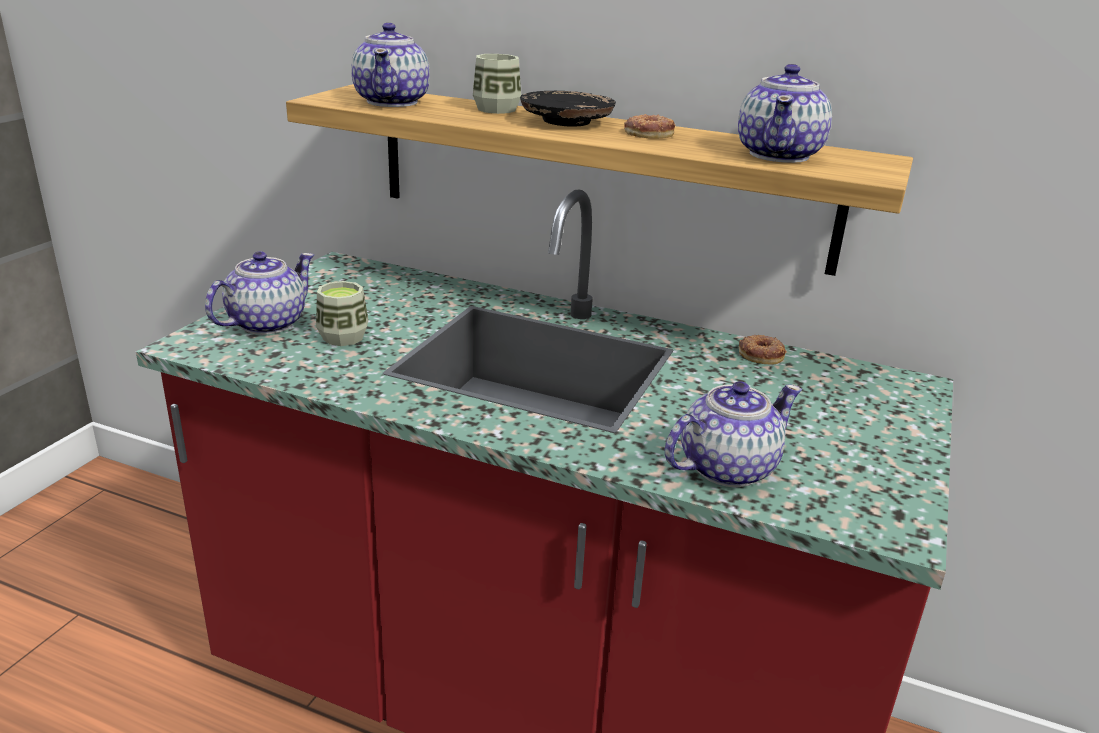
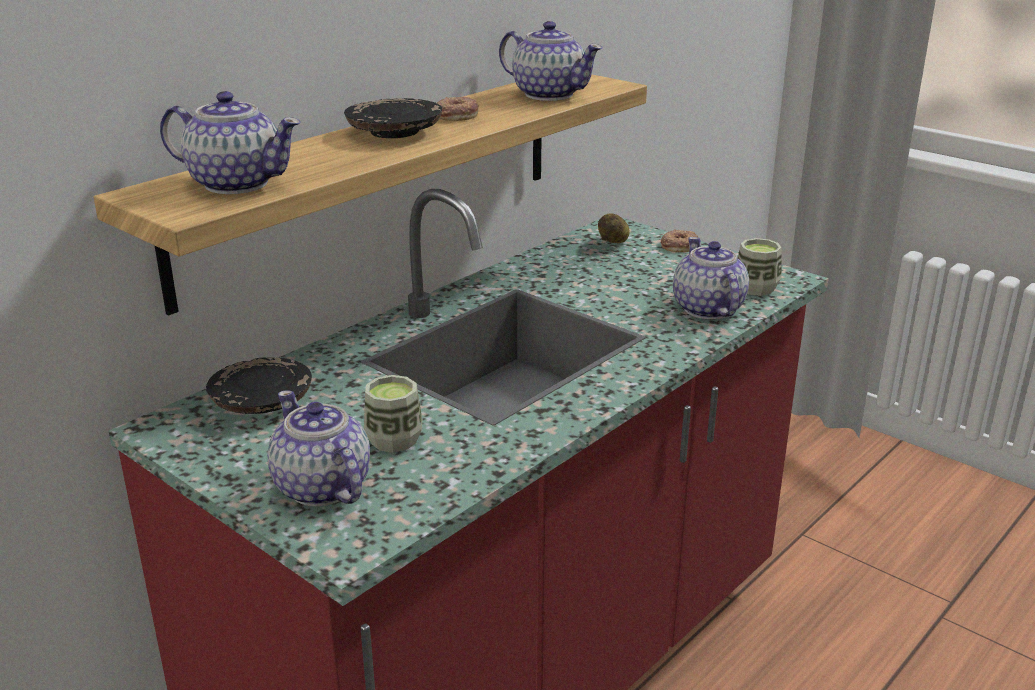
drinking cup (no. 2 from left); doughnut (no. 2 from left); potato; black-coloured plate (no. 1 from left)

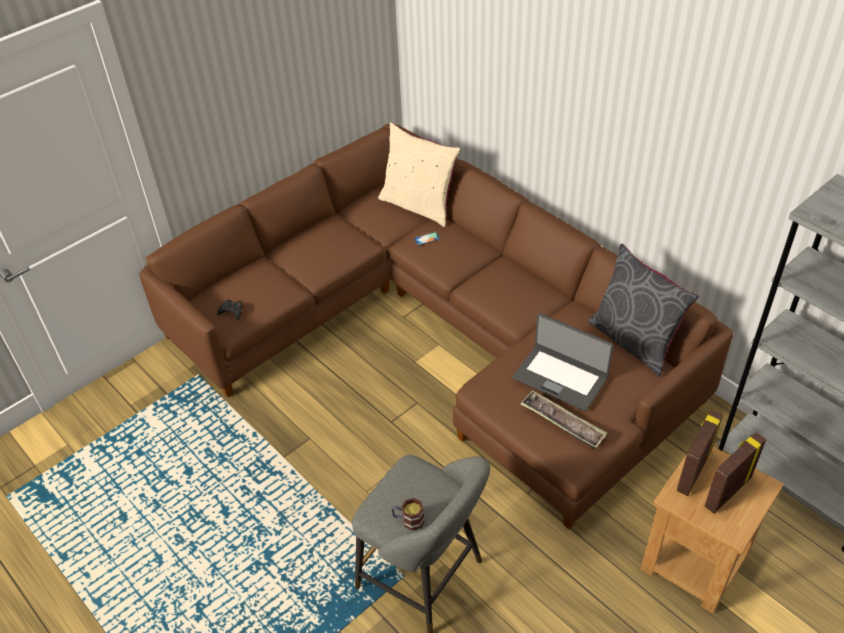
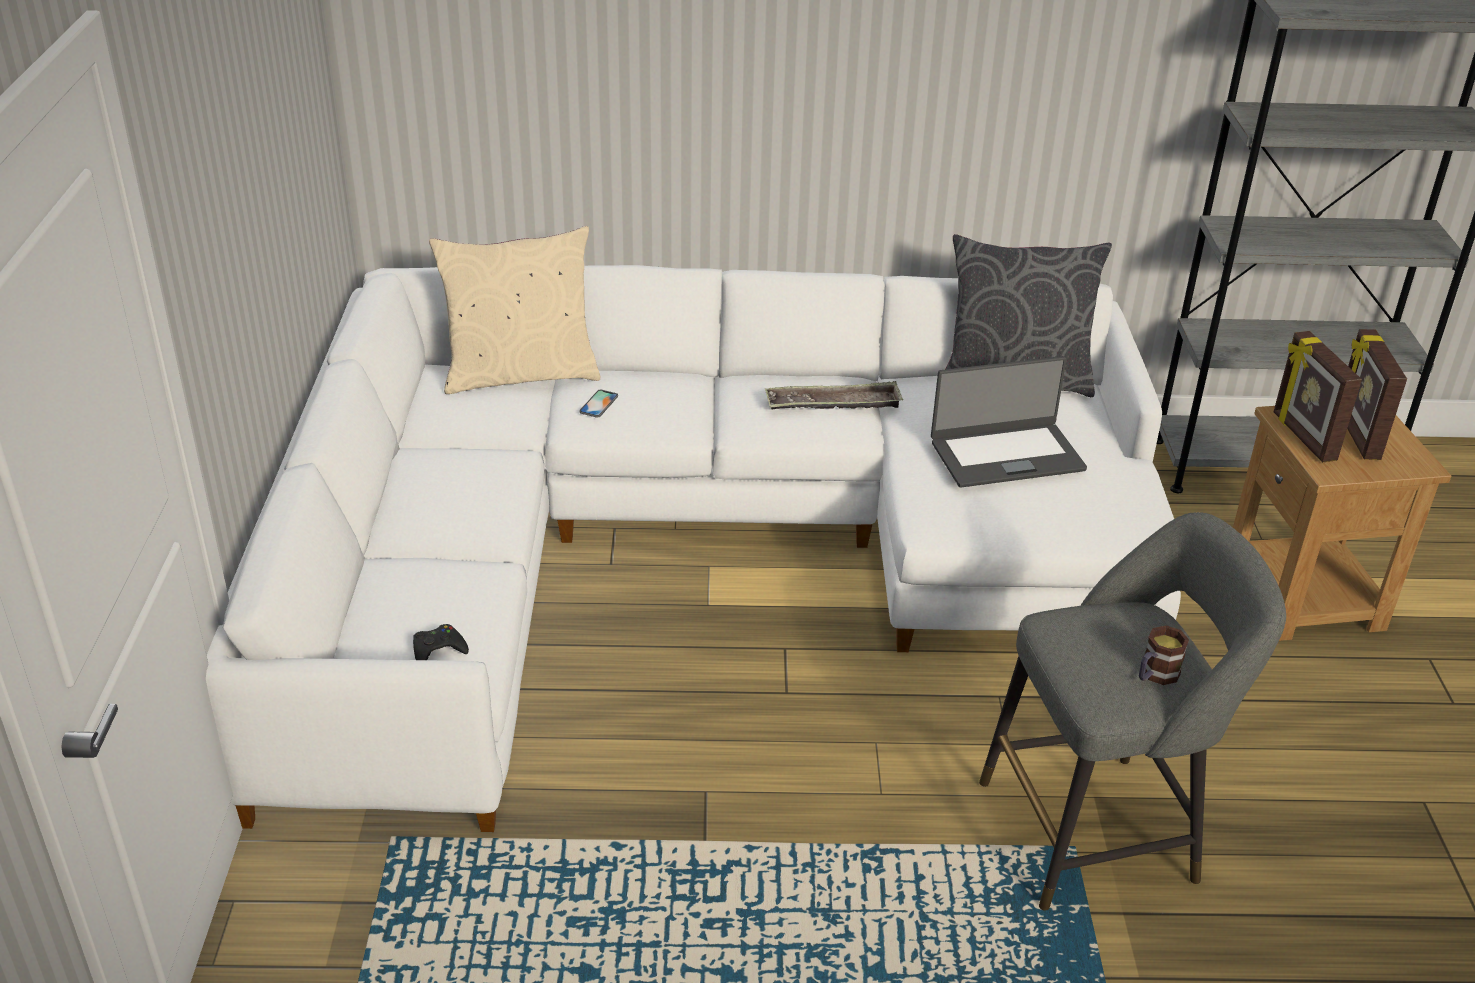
white settee; tray

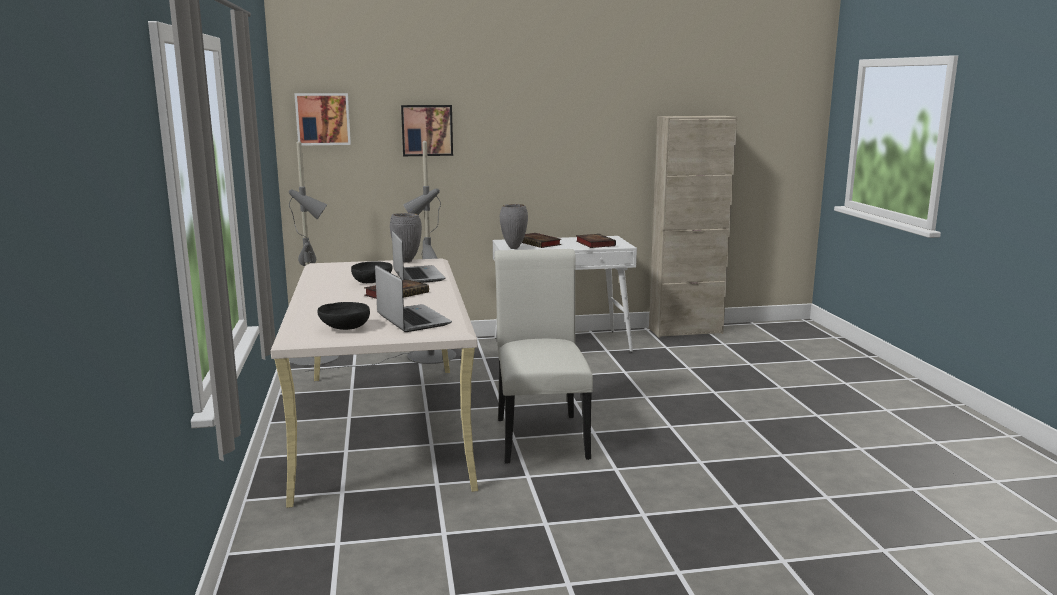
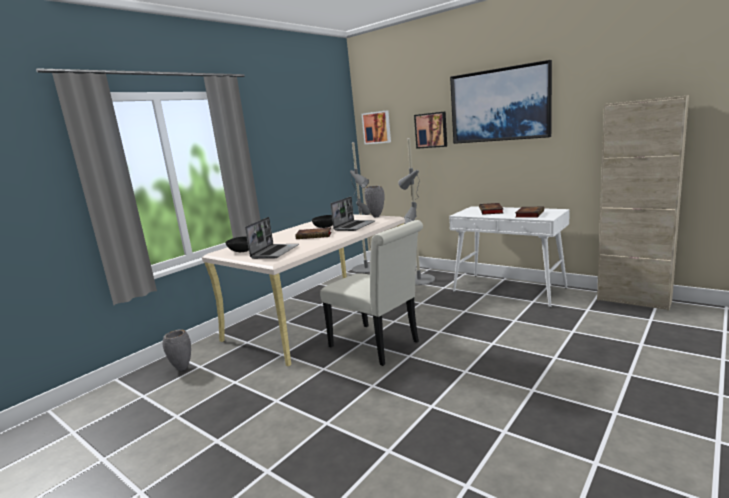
gray decorative vase (no. 1 from left); white chair; wall art (no. 3 from left)

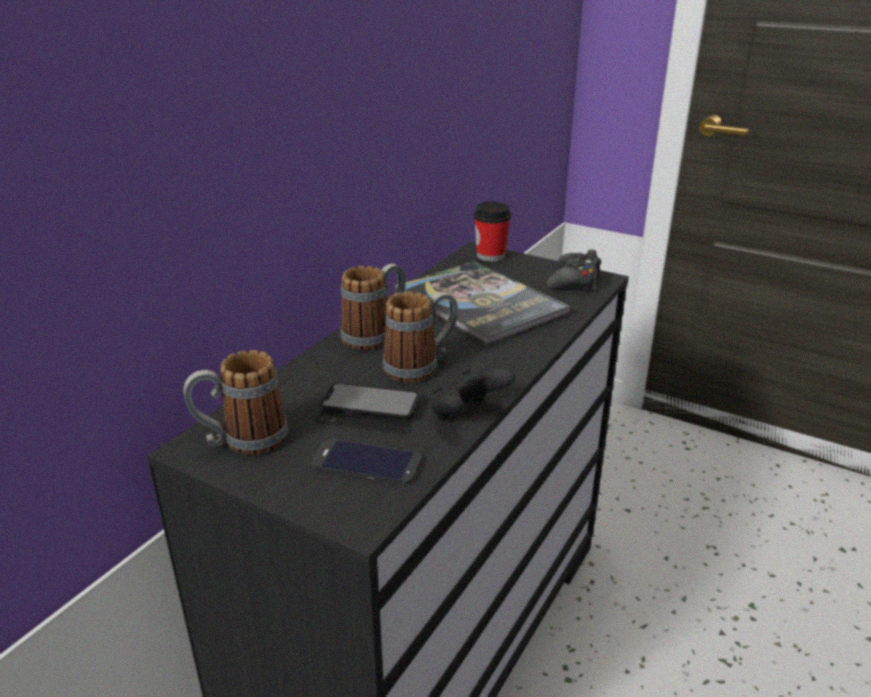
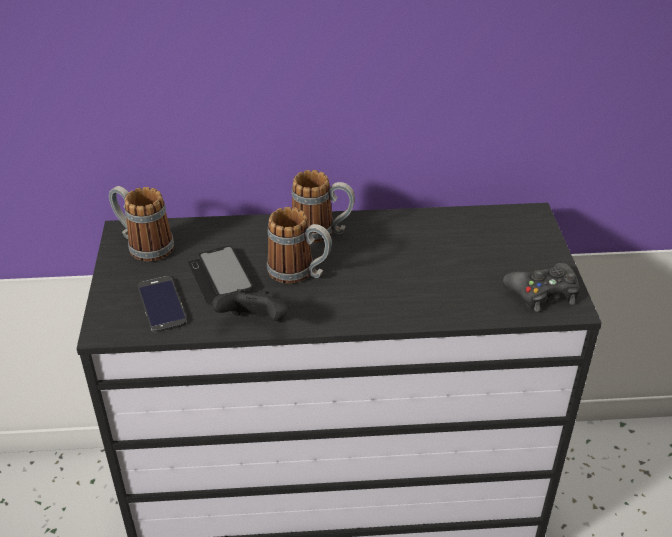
drinking cup; bound book

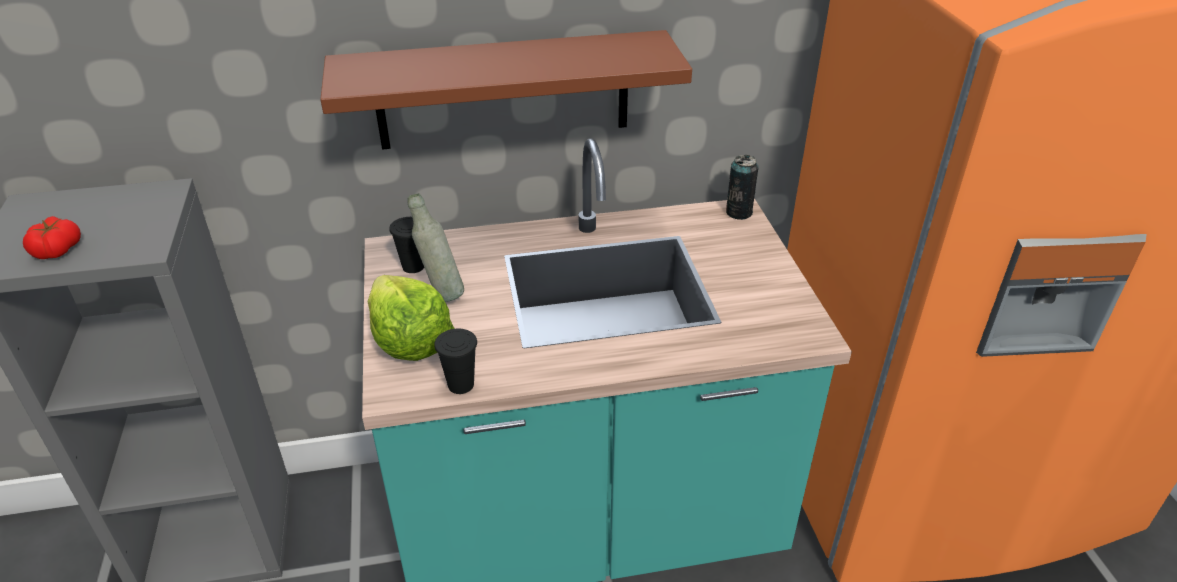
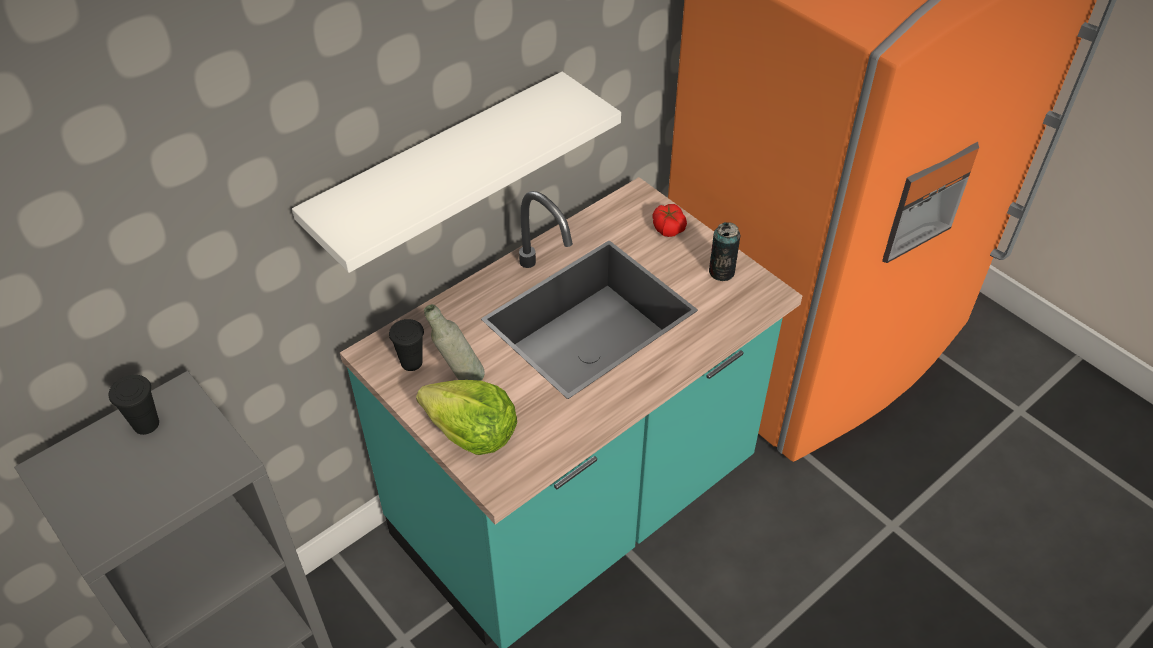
white bracket shelf; can; whole tomato; black-coloured drinking cup (no. 1 from left)

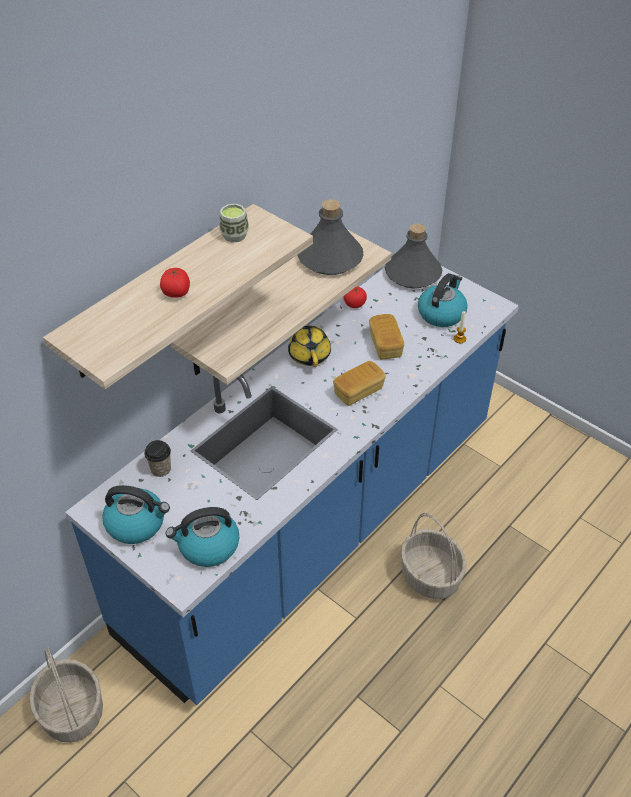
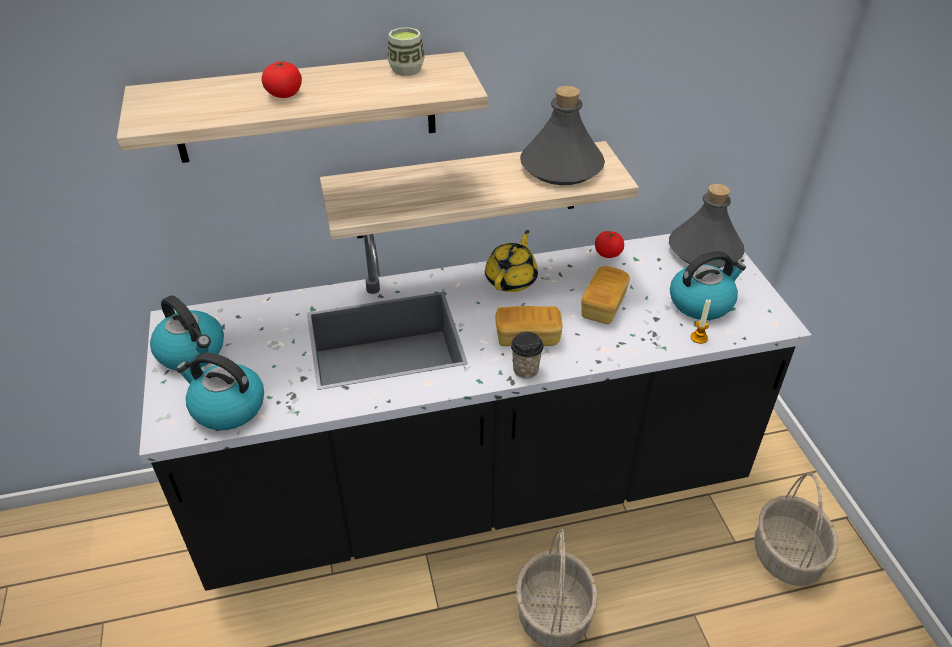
black-coloured counter; drinking cup (no. 2 from left); storage basket (no. 2 from left)

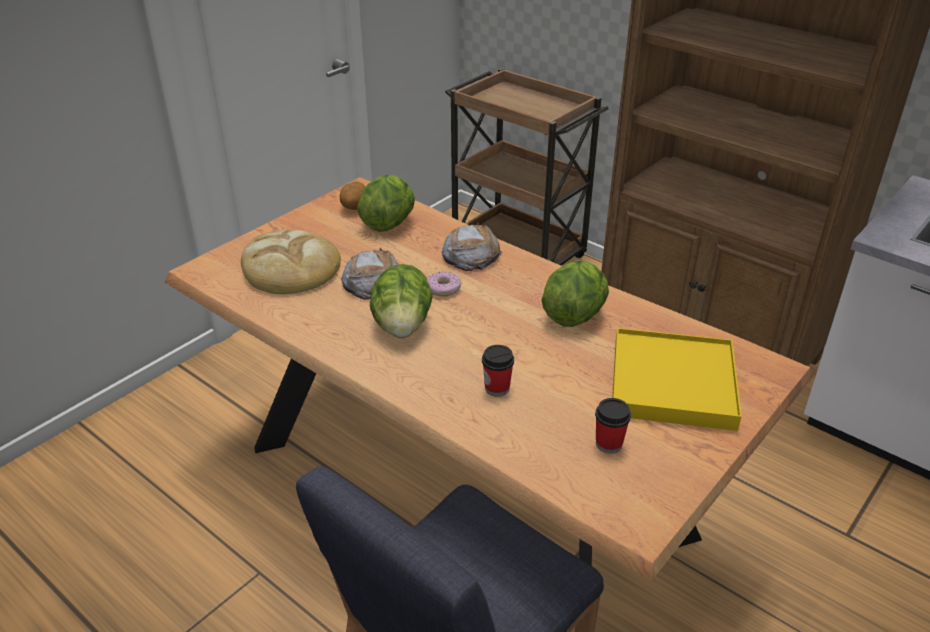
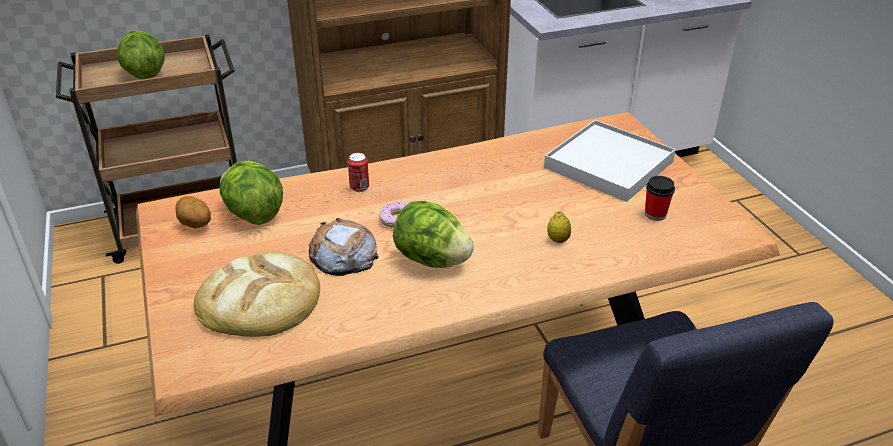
can; lettuce head (no. 1 from left); white tray; citrus fruit

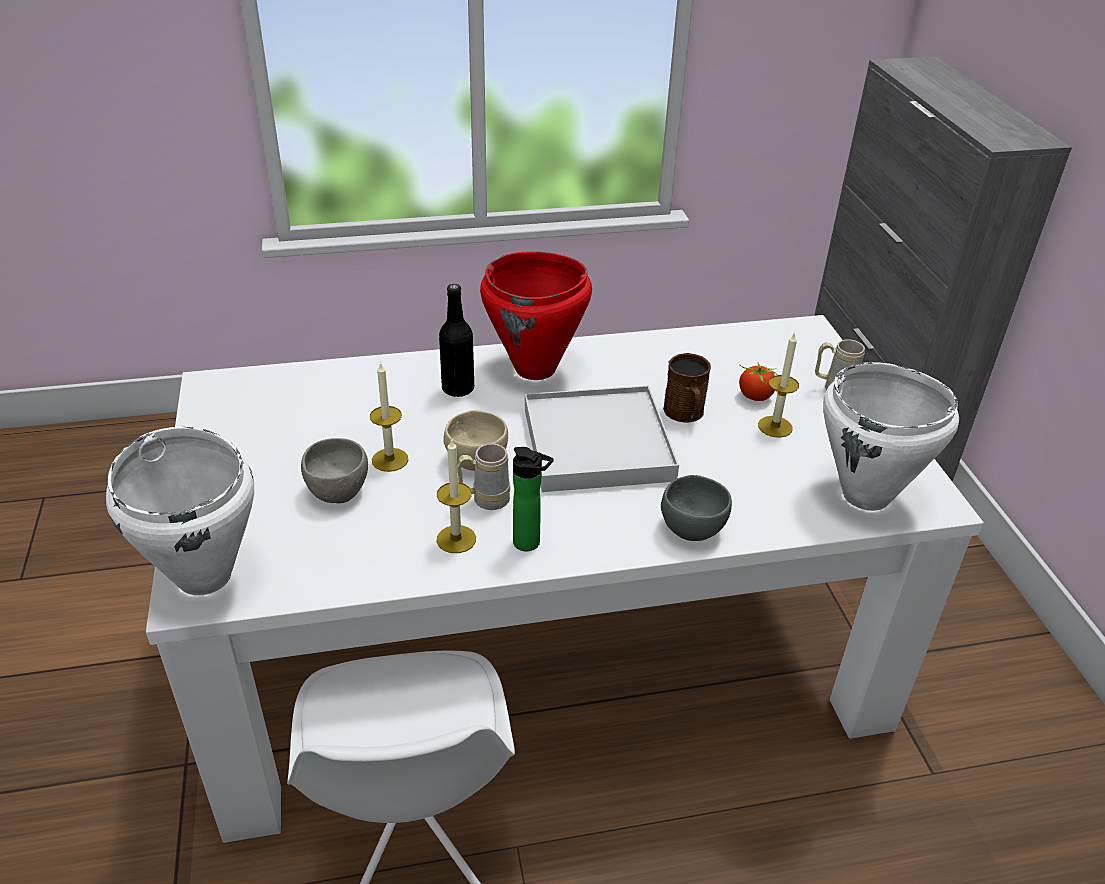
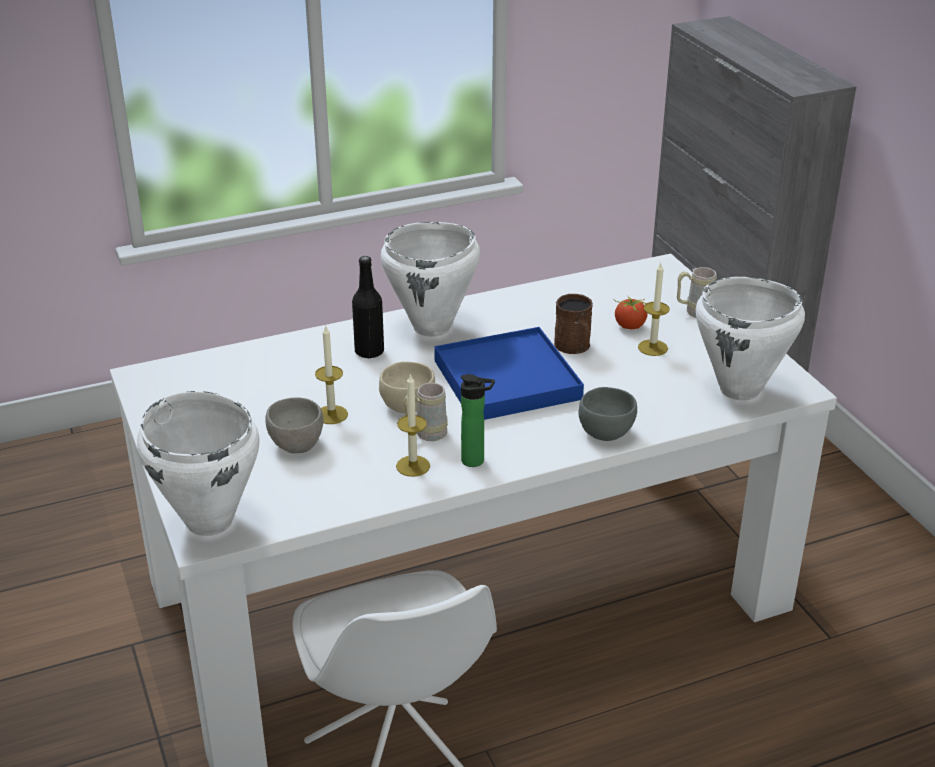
white saucepot (no. 2 from left); bluish tray

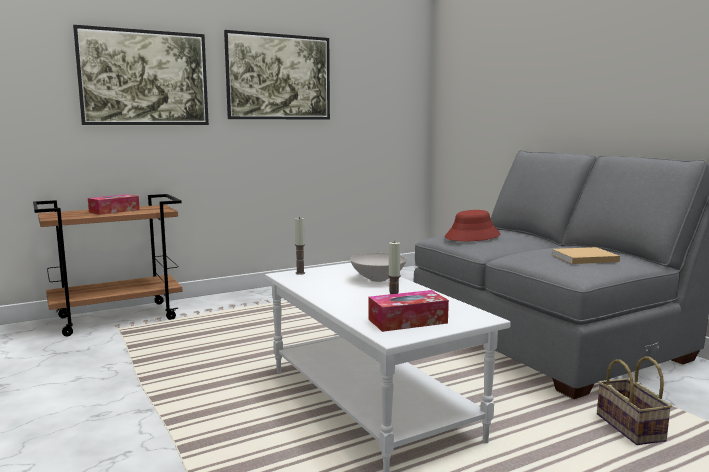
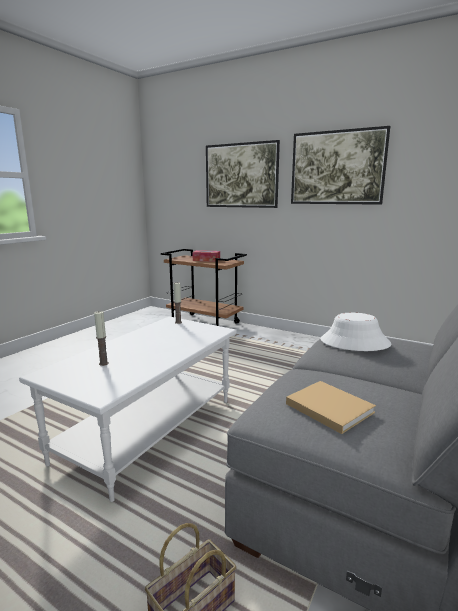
white hat; white serving bowl; box of tissues (no. 2 from left in the first image)

